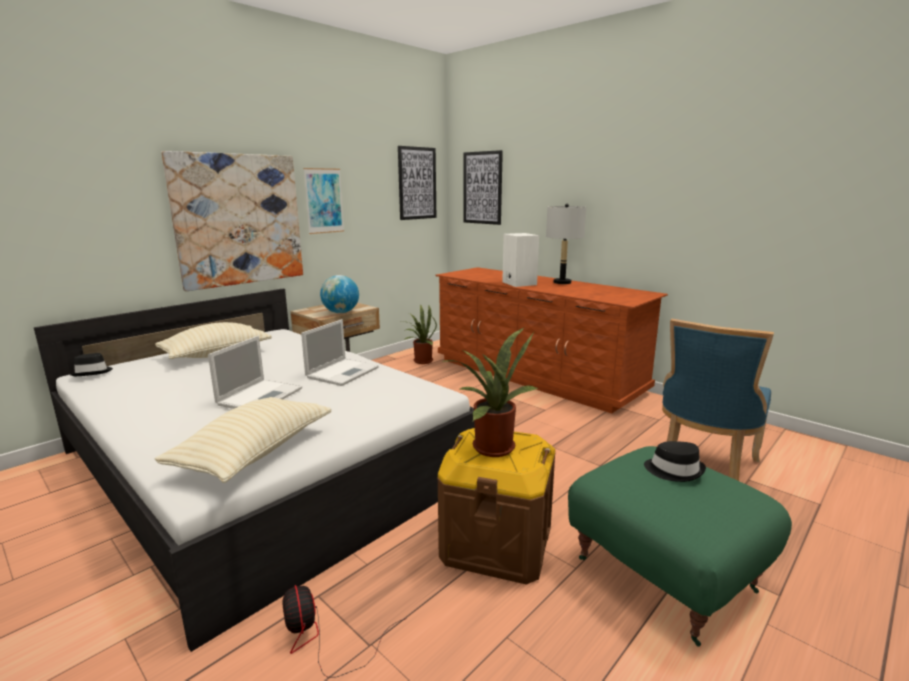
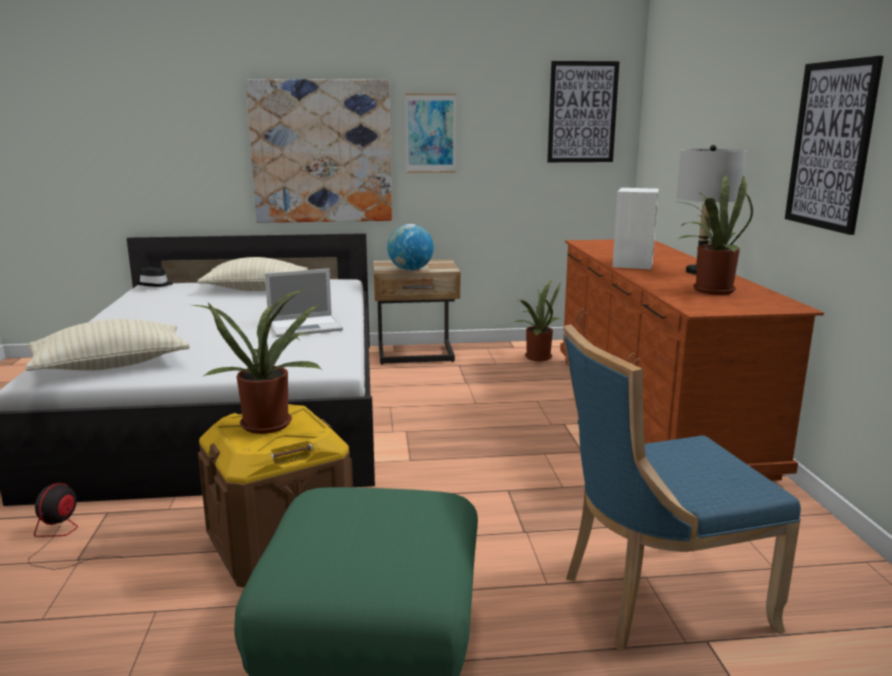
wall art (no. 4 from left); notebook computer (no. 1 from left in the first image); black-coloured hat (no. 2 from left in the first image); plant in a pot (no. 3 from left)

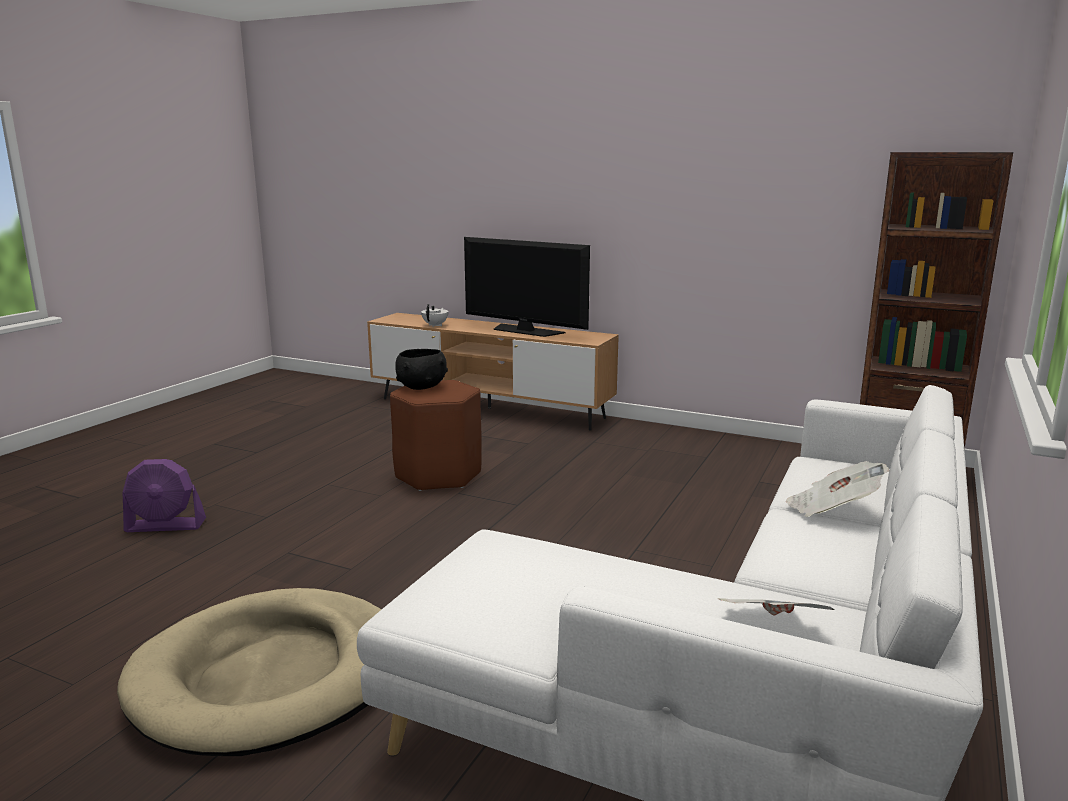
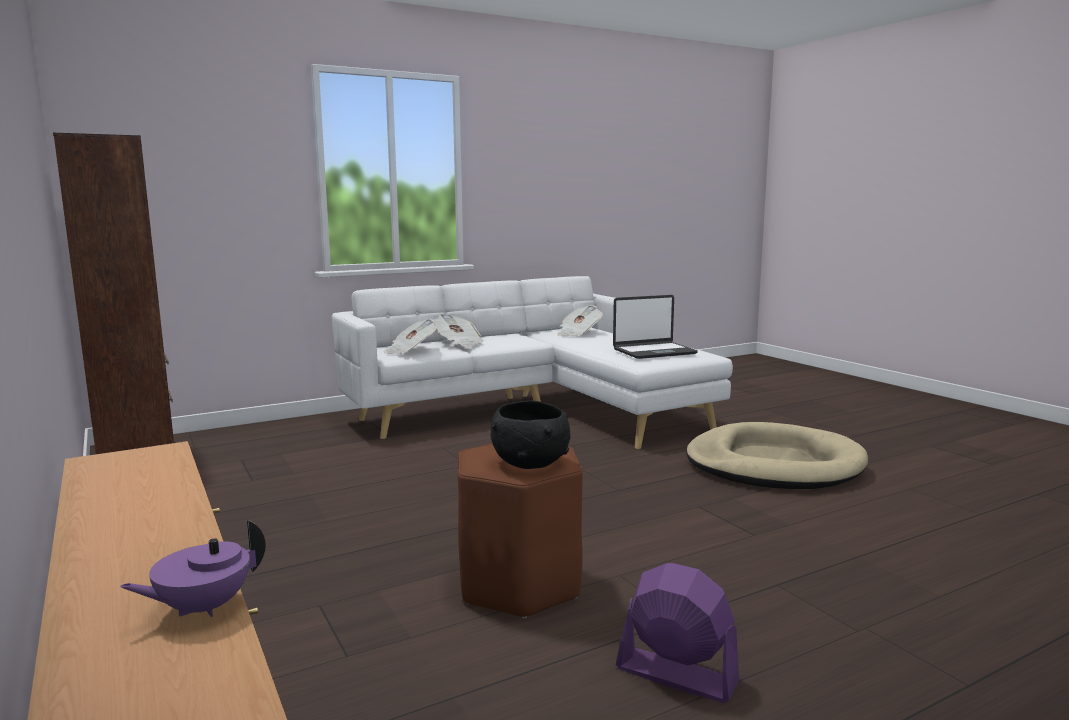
television; purplish pot for tea; purplish electric fan; notebook computer; printed paper (no. 1 from left)

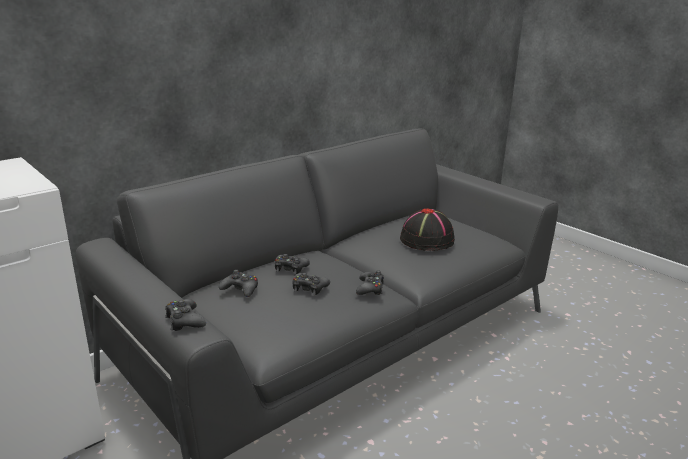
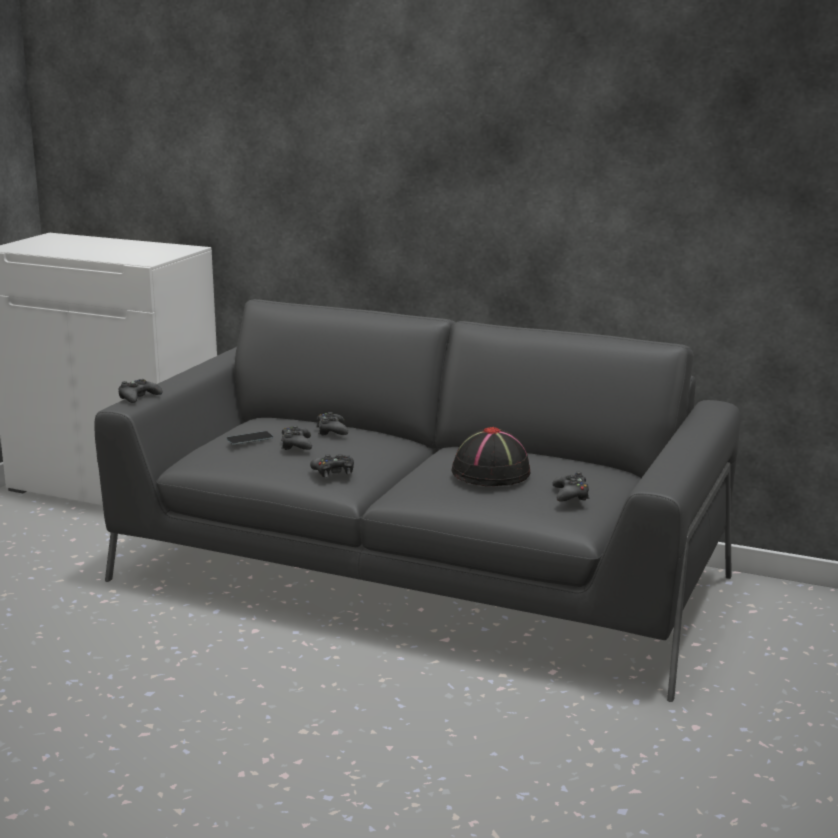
black-coloured gamepad (no. 5 from left); handset

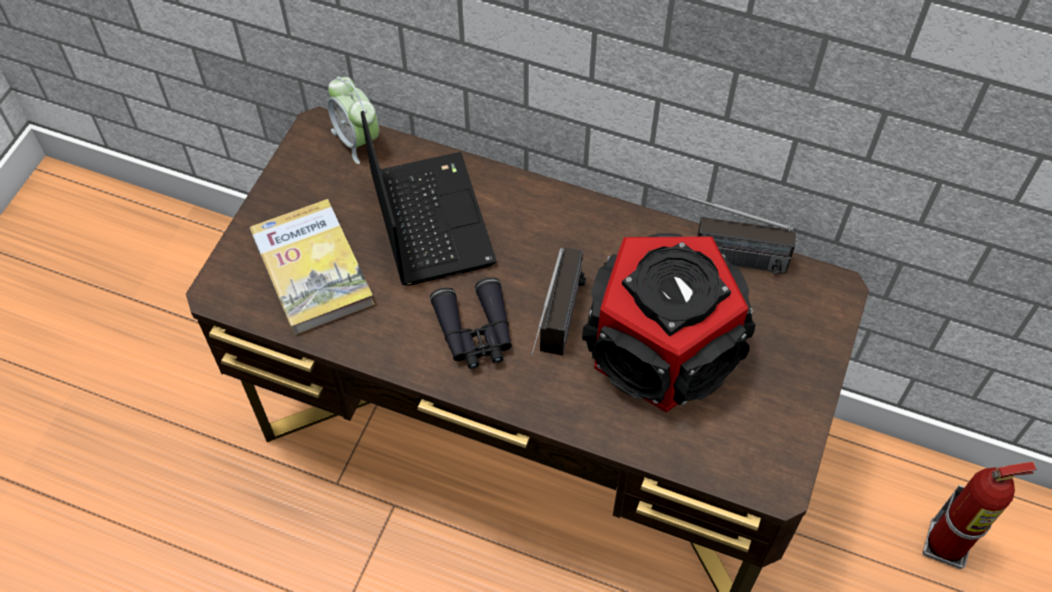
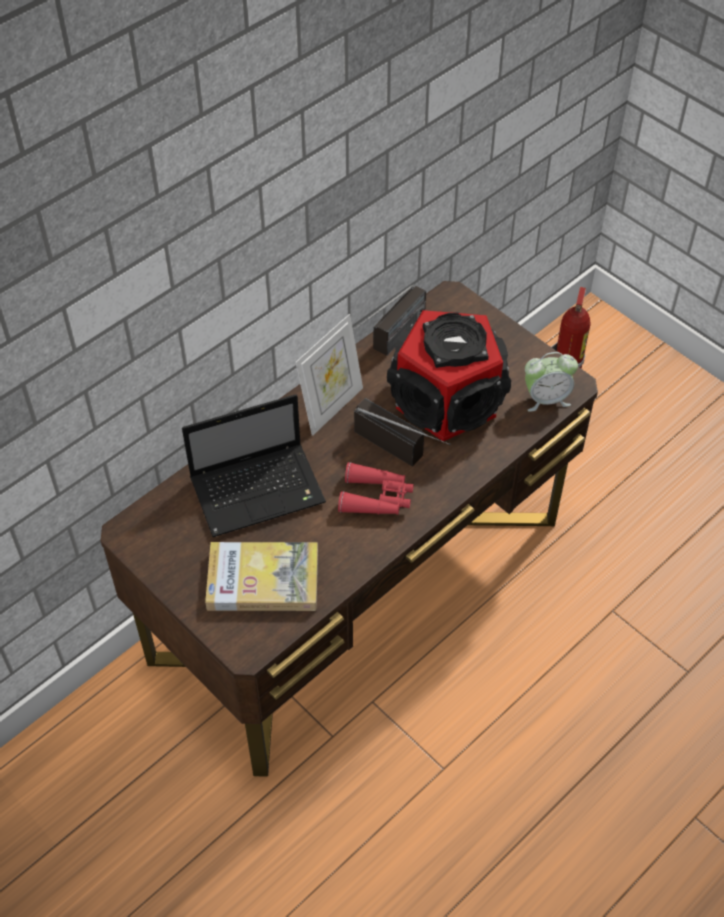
alarm clock; notebook computer; red-coloured field glasses; standing frame

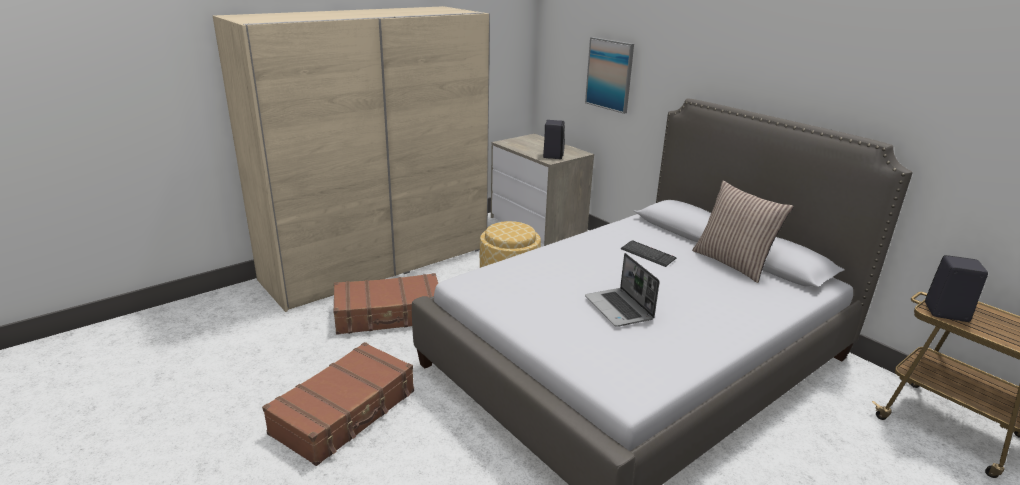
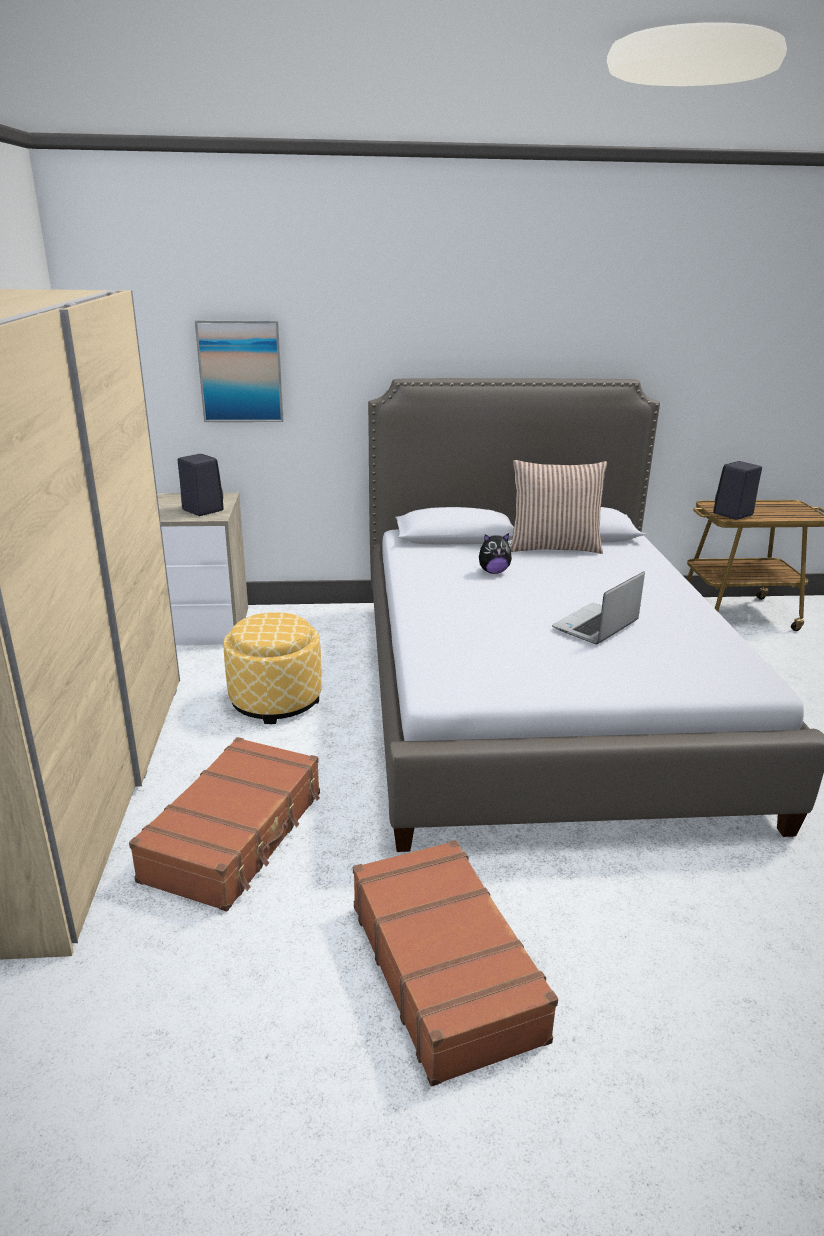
plush toy; notebook computer

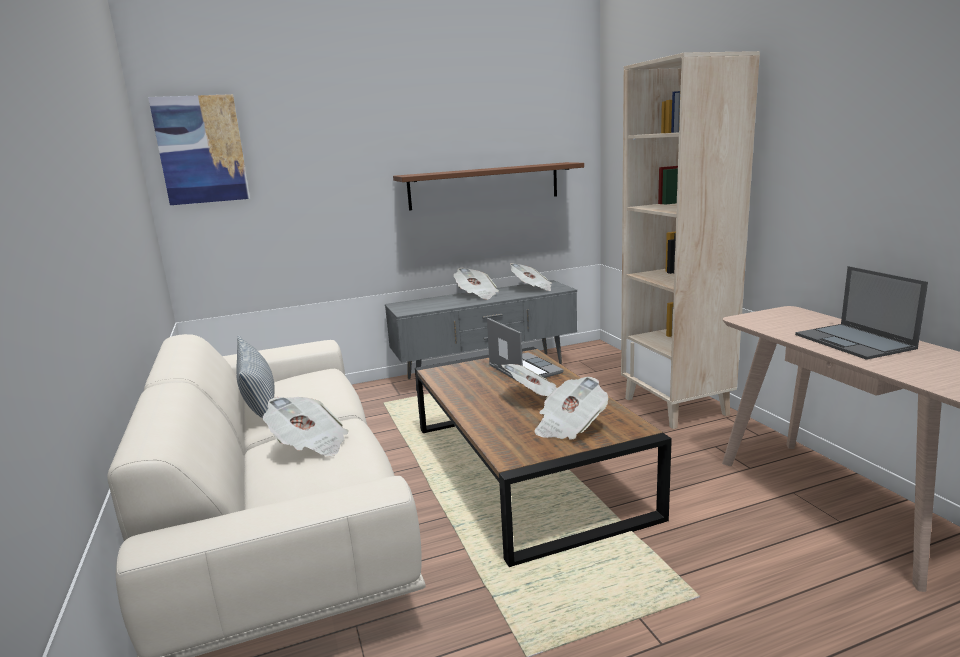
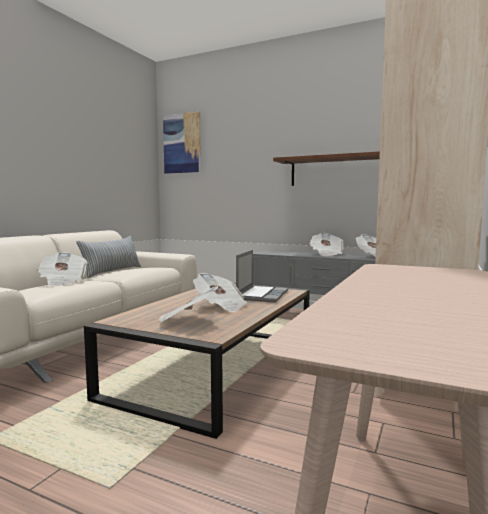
notebook computer (no. 2 from left in the first image)

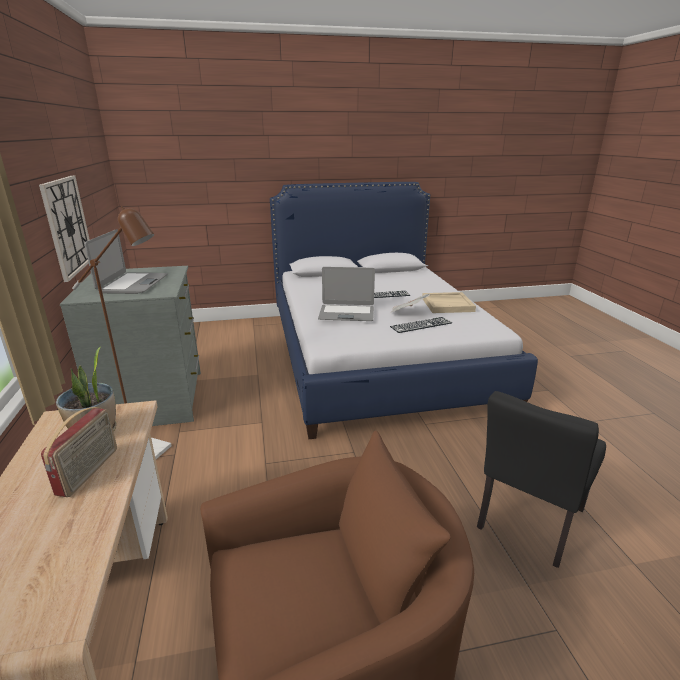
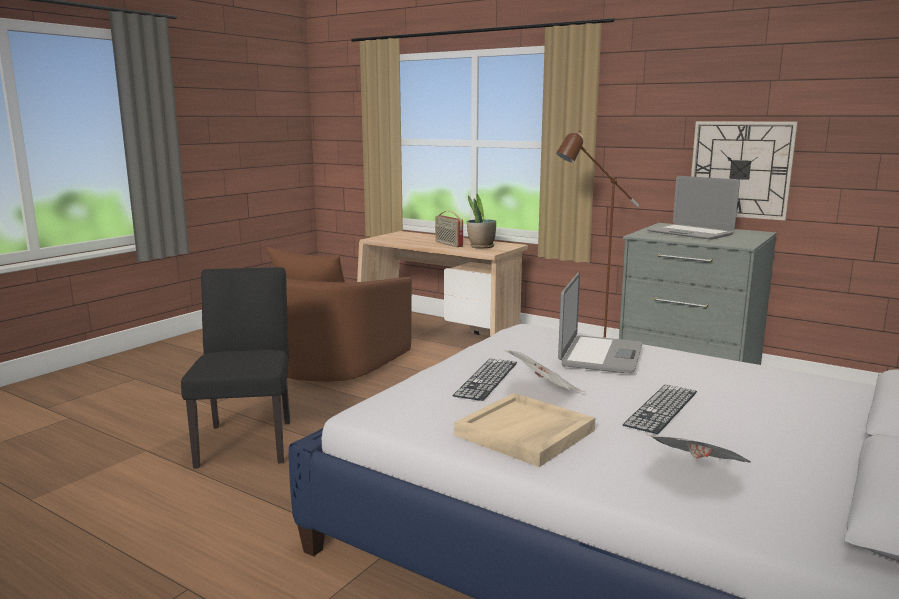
notebook computer (no. 1 from left); printed paper (no. 2 from left)

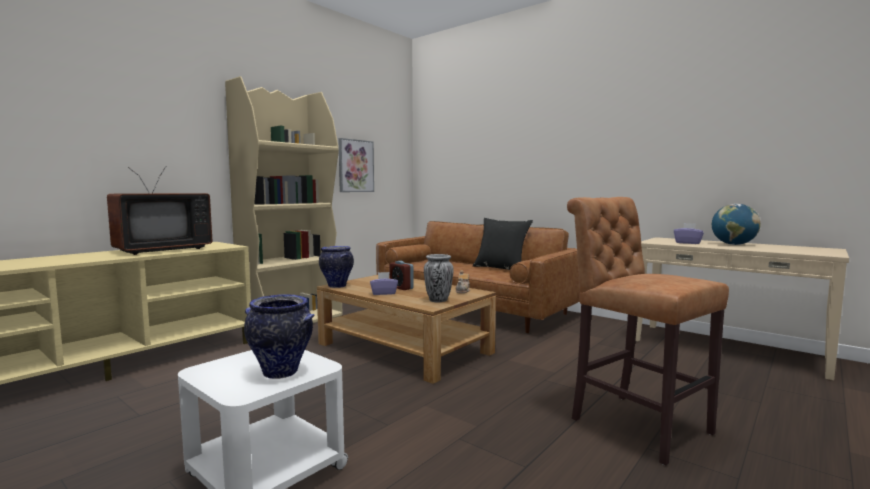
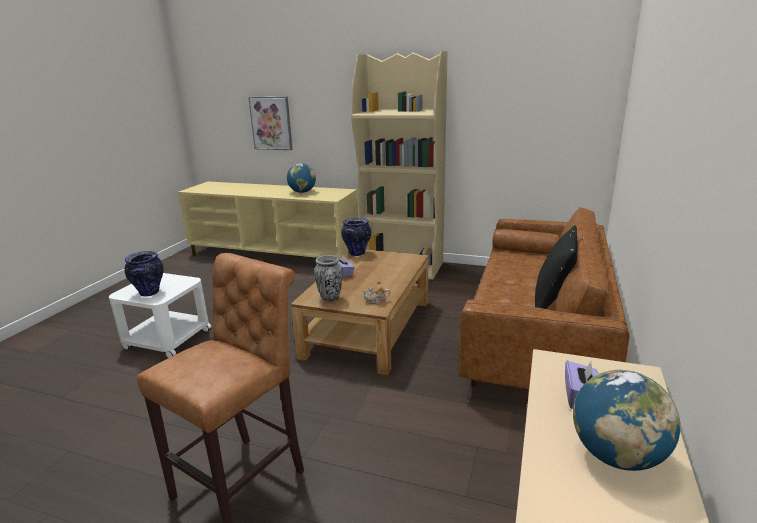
wall art; world globe (no. 1 from left); alarm clock

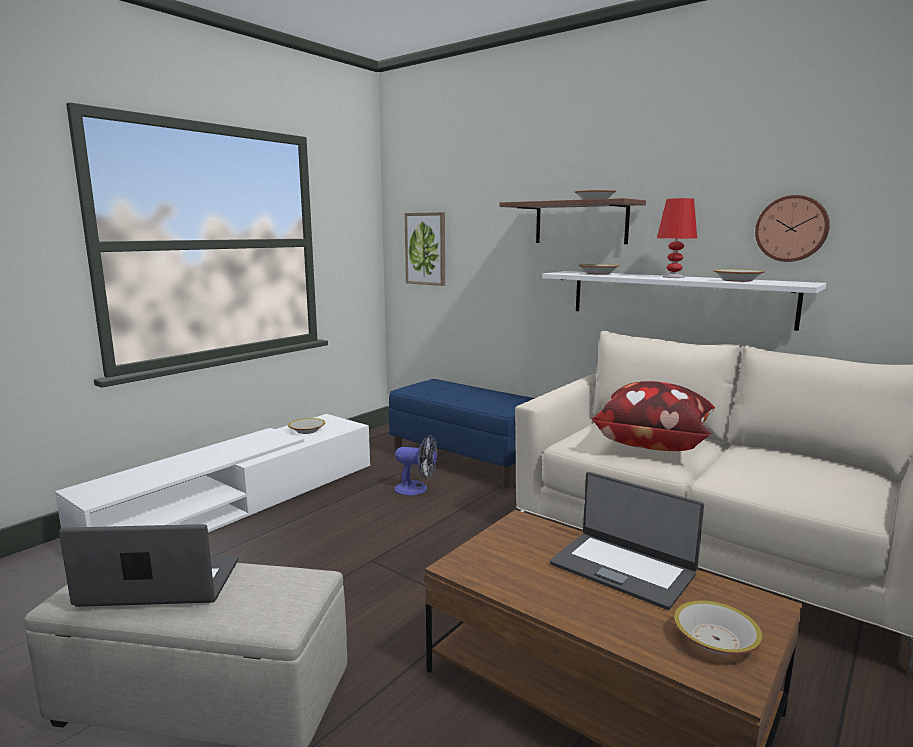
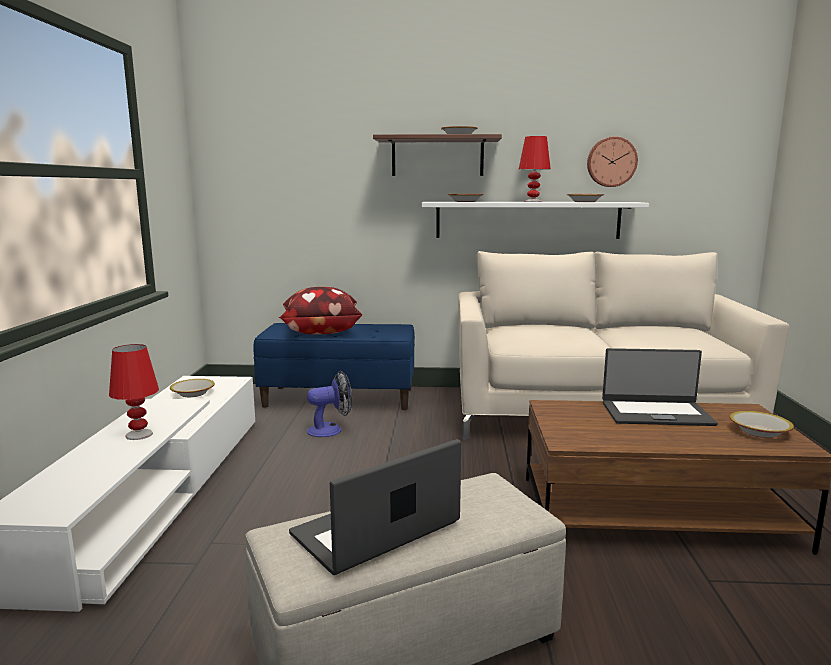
wall art; cushion; red-coloured tabletop lamp (no. 1 from left)

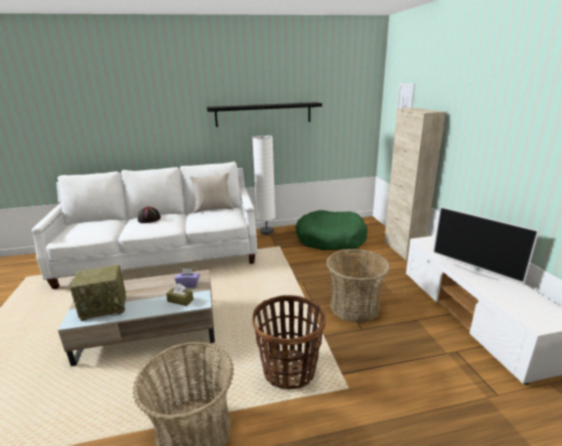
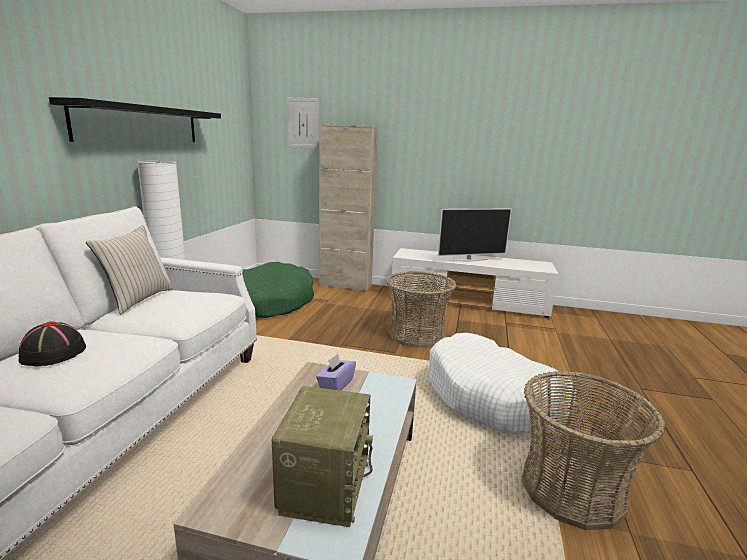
brown-coloured box of tissues; white pet bed

